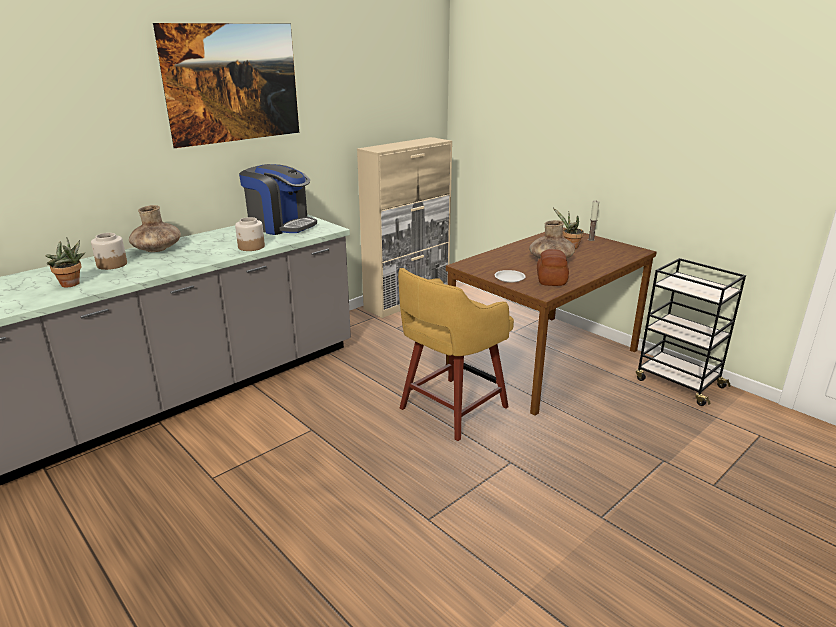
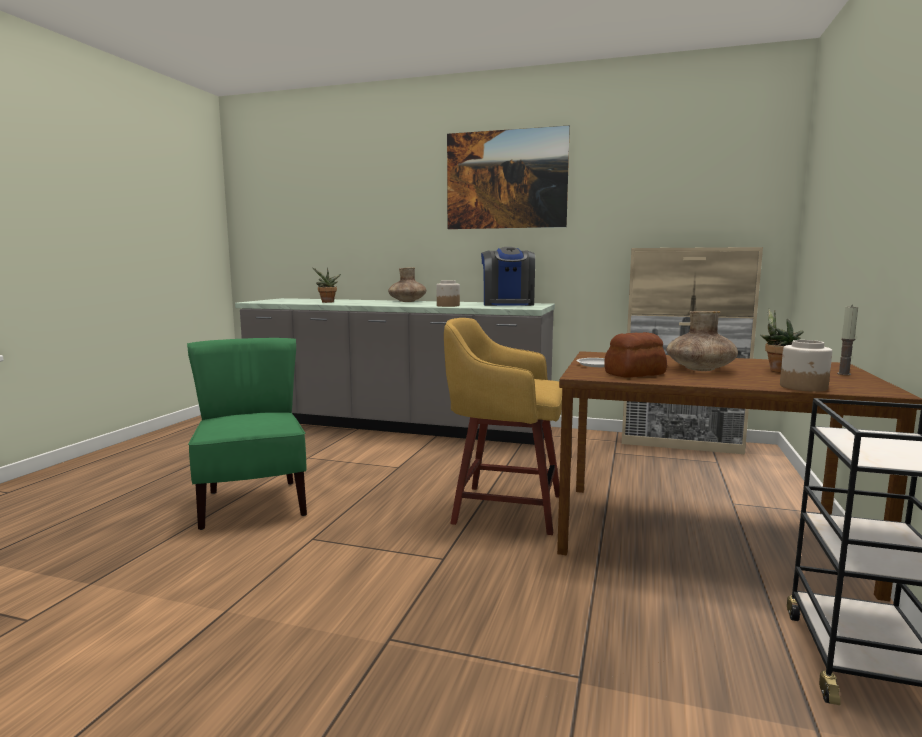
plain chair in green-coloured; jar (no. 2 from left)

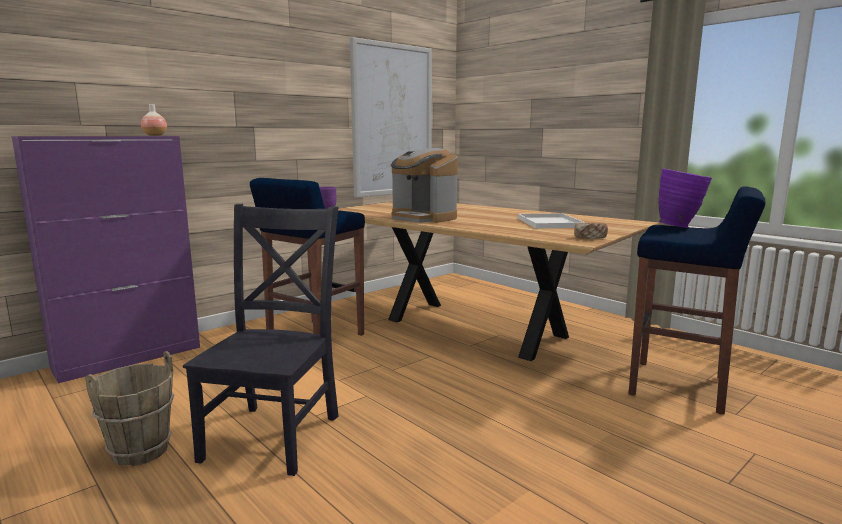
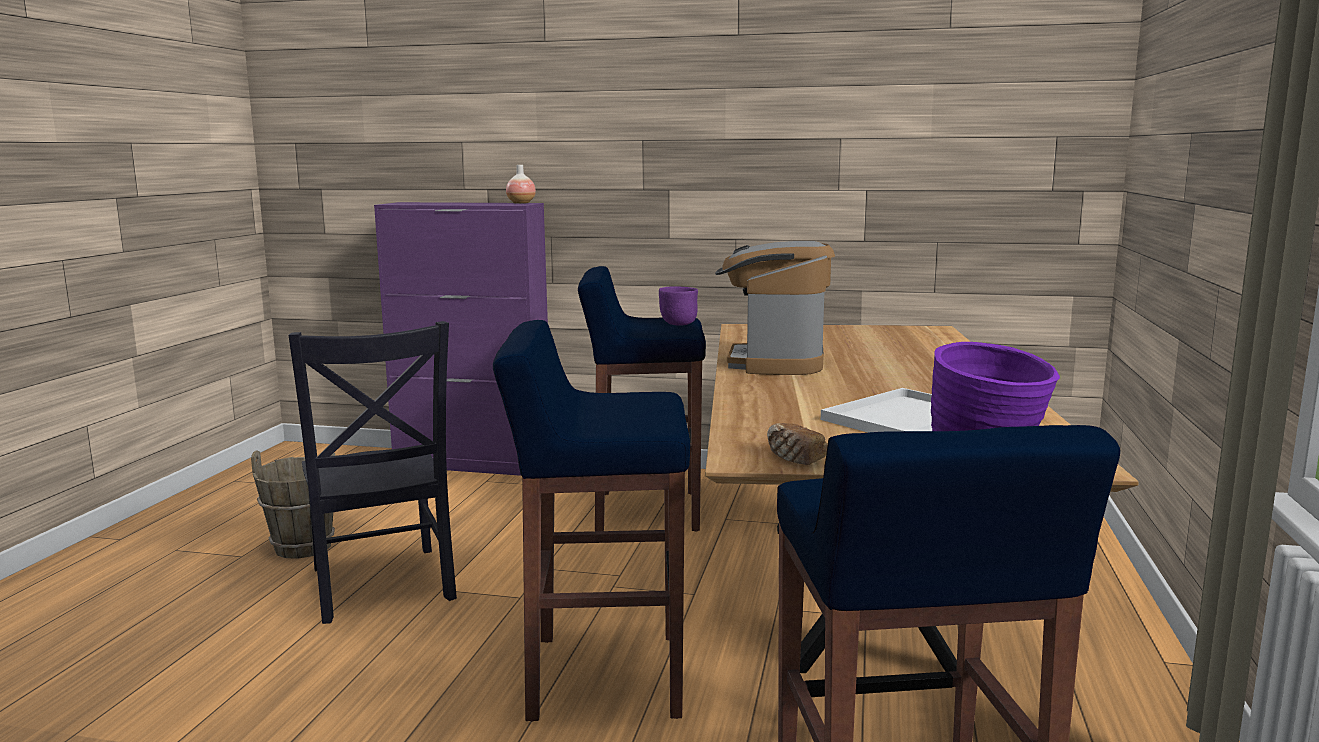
plain chair in black-coloured; sitting stool in blue (no. 1 from left); picture

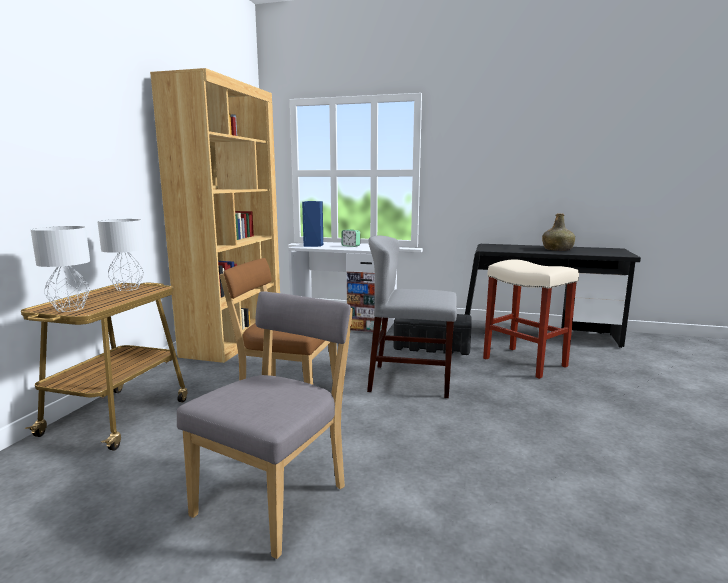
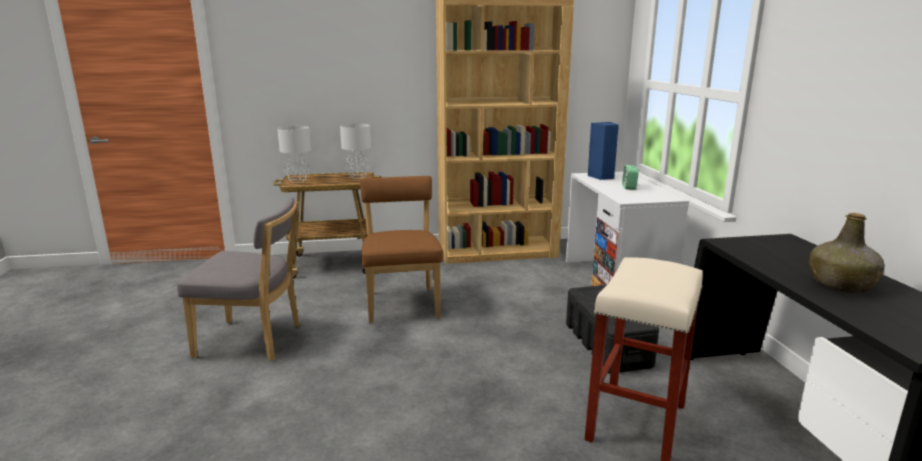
plain chair in gray (no. 2 from left in the first image)

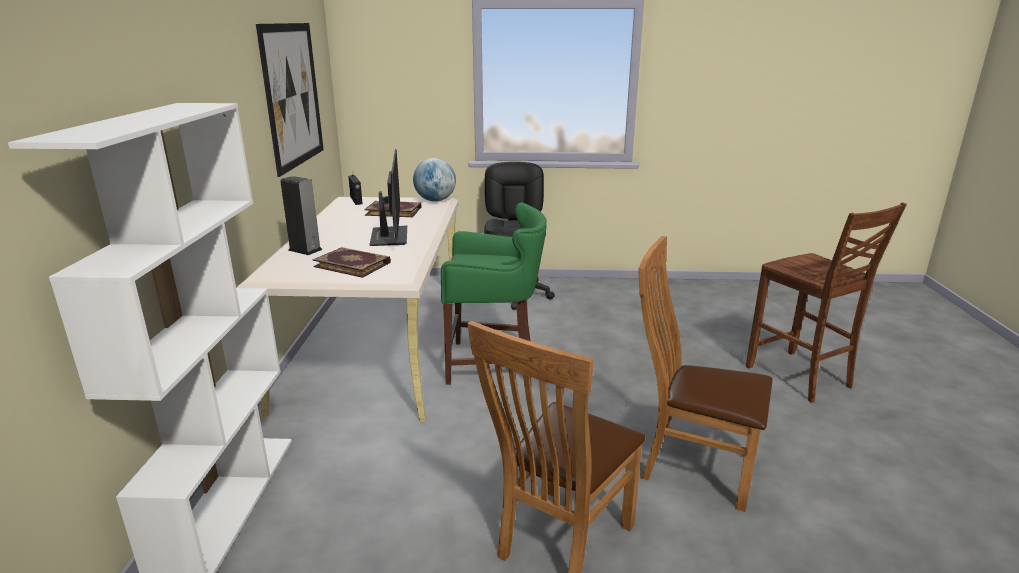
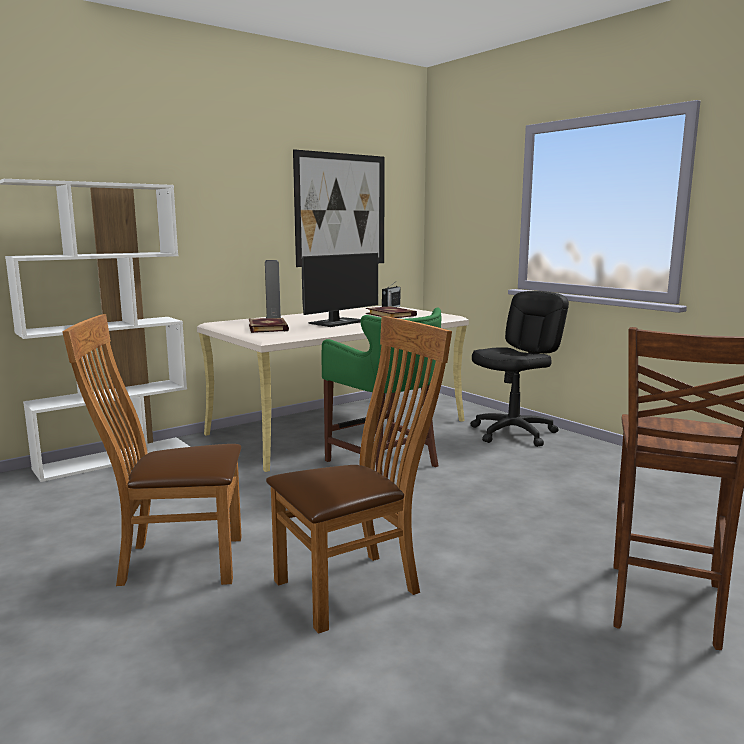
plain chair in brownish (no. 2 from left); world globe

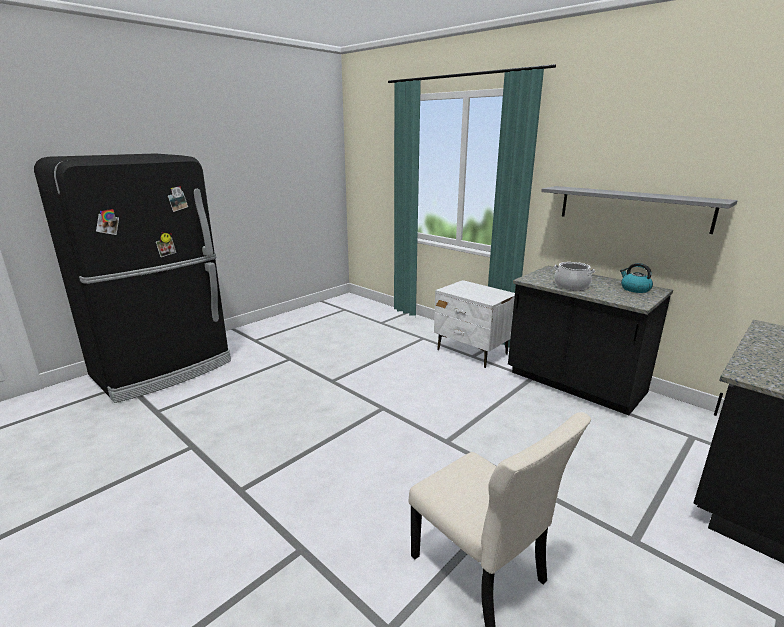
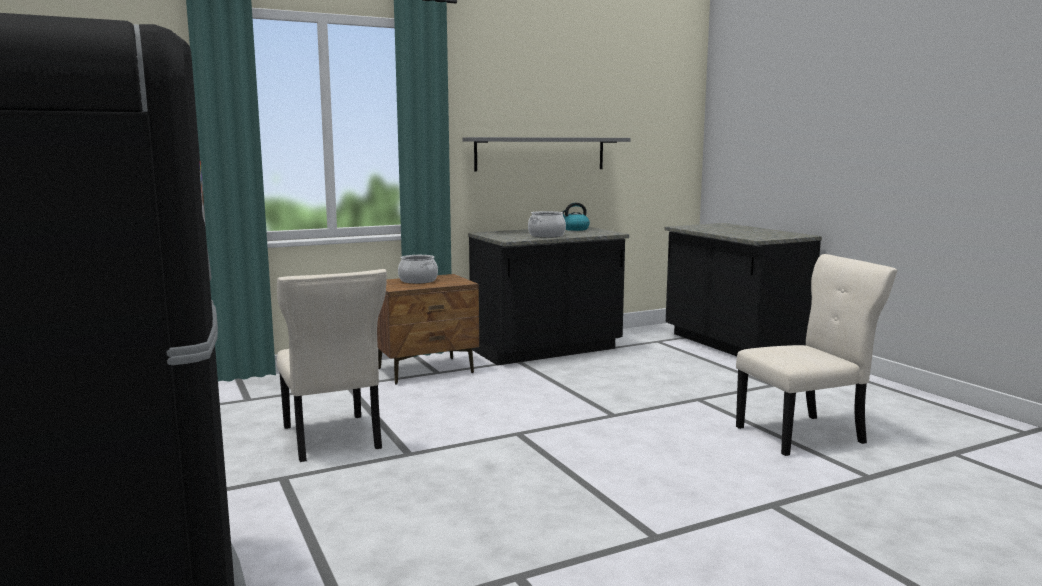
plain chair in beige (no. 1 from left); bedside table in brownish; stockpot (no. 1 from left)

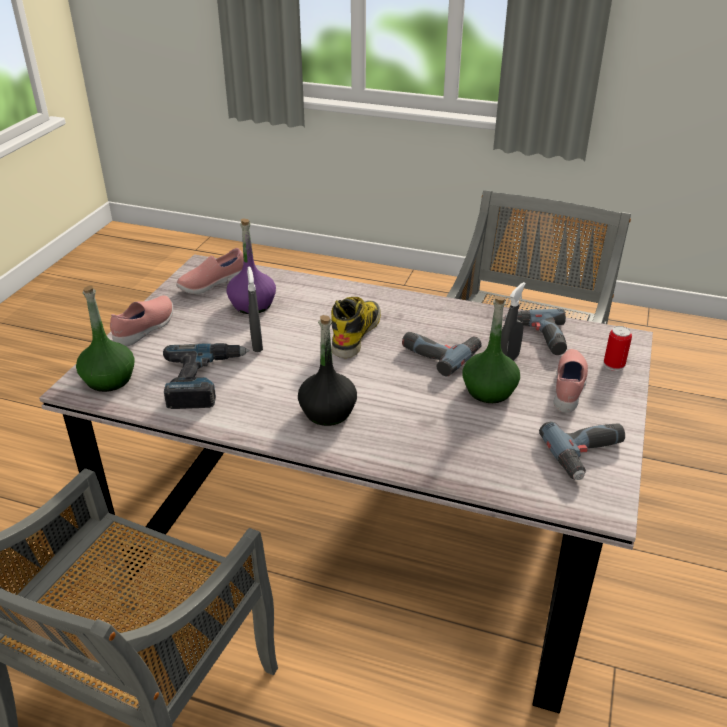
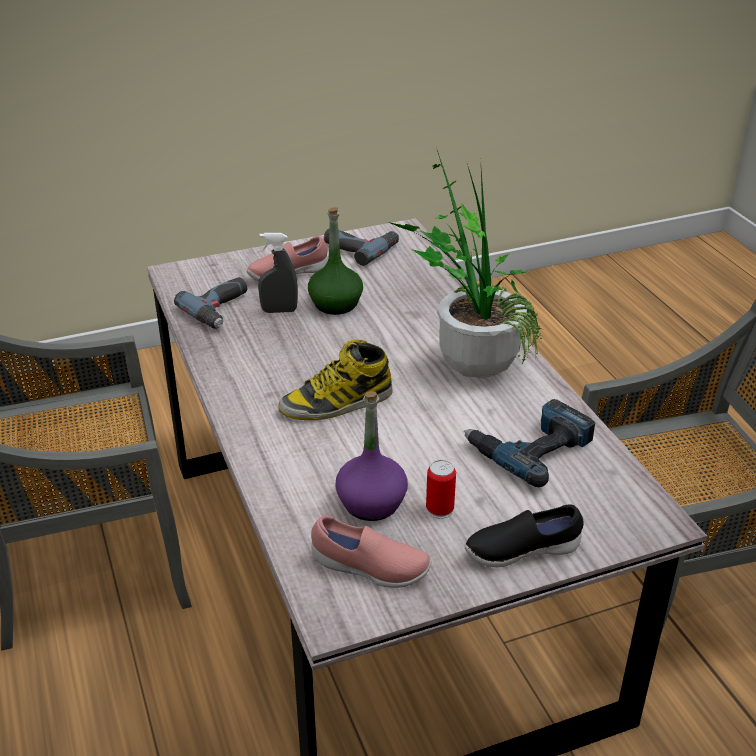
houseplant; metal can; low shoe in black-coloured; beverage bottle in green-coloured (no. 1 from left in the first image); spray bottle in gray (no. 1 from left in the first image); electric drill (no. 2 from left in the first image)

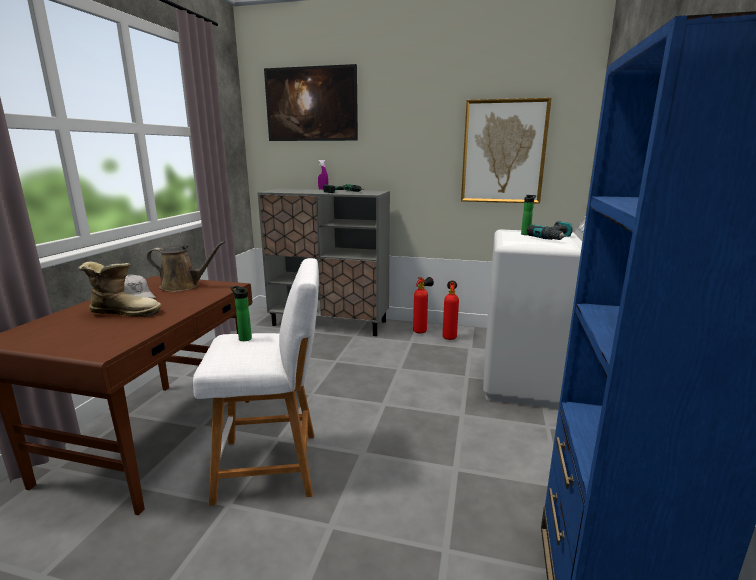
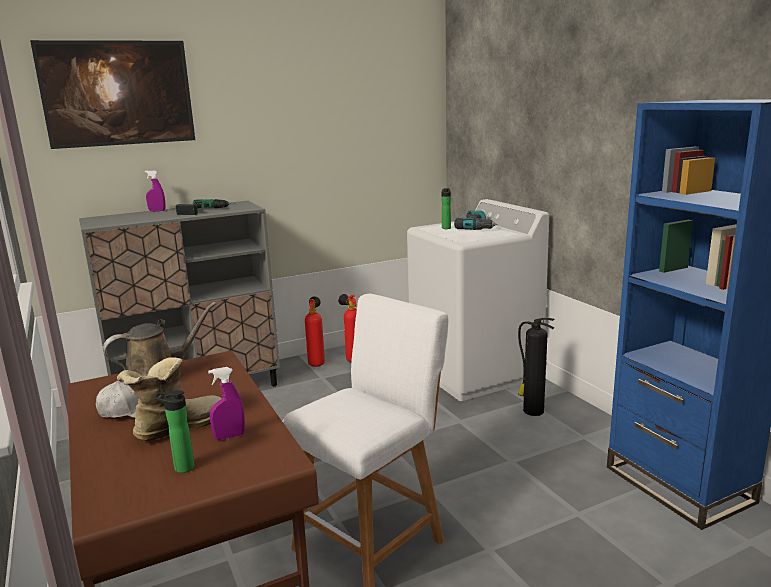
beverage bottle (no. 1 from left); spray bottle in purplish (no. 2 from left); extinguisher (no. 3 from left); picture (no. 2 from left in the first image)

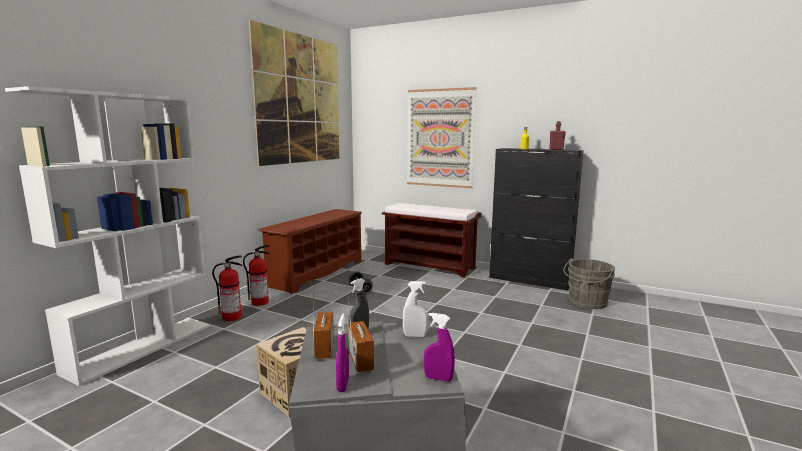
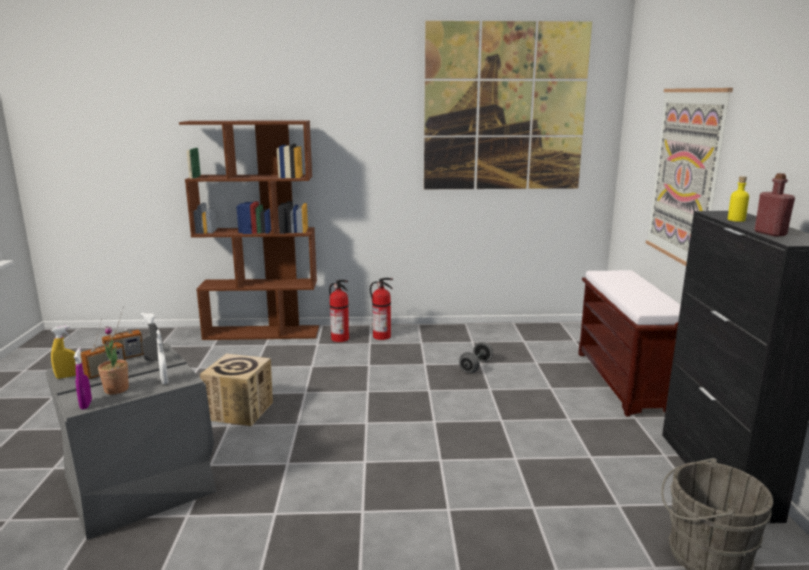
spray bottle in yellow; houseplant; bookshelf in brownish; shoe stand in brownish

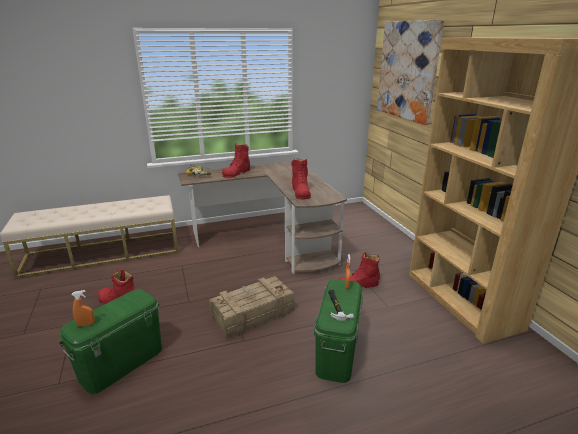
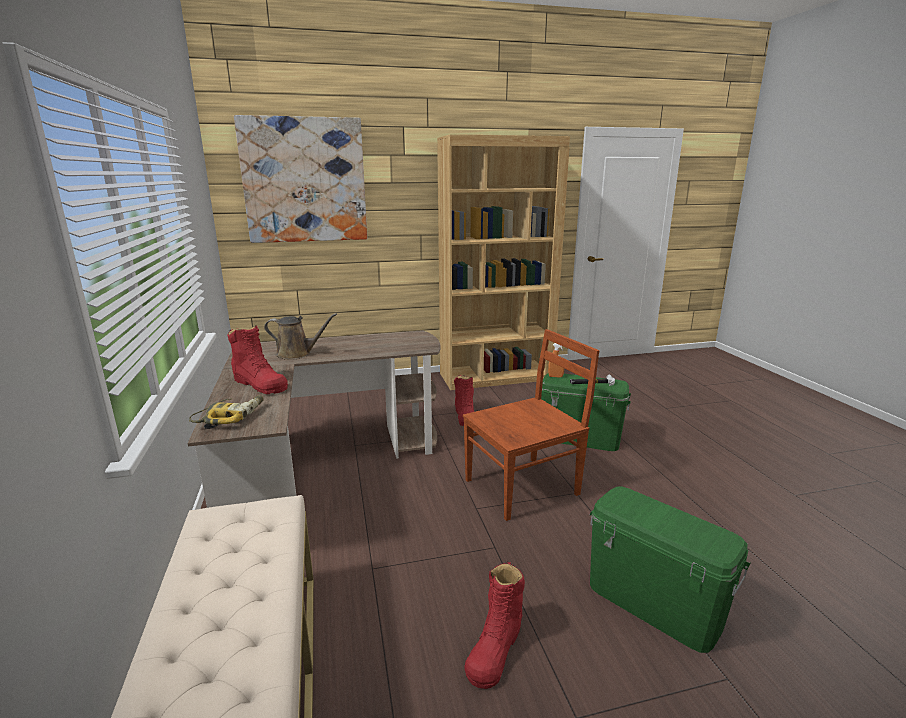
sprinkling can in brownish; plain chair in brownish; spray bottle in orange-coloured (no. 1 from left in the first image); boot in red-coloured (no. 3 from left in the first image)

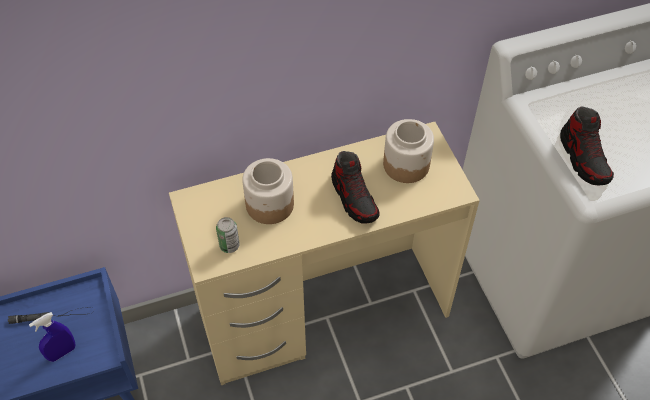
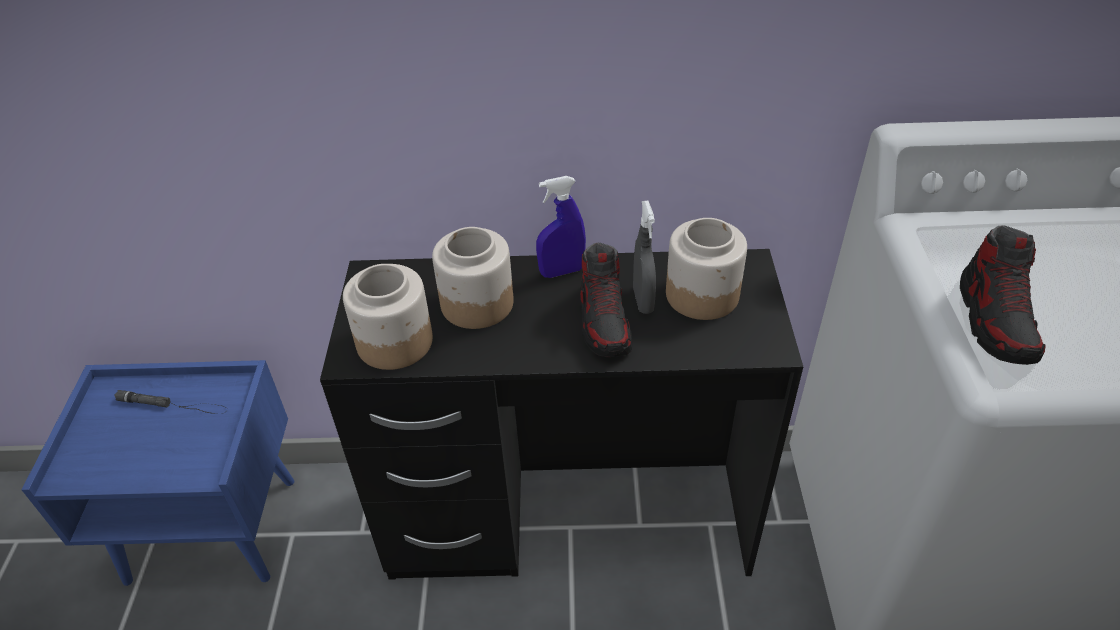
desk table in black-coloured; jar (no. 1 from left); spray bottle in blue; spray bottle in gray

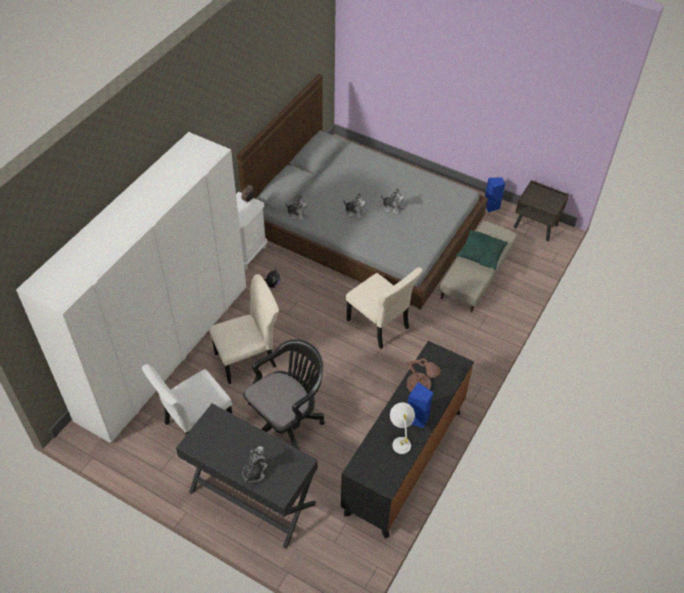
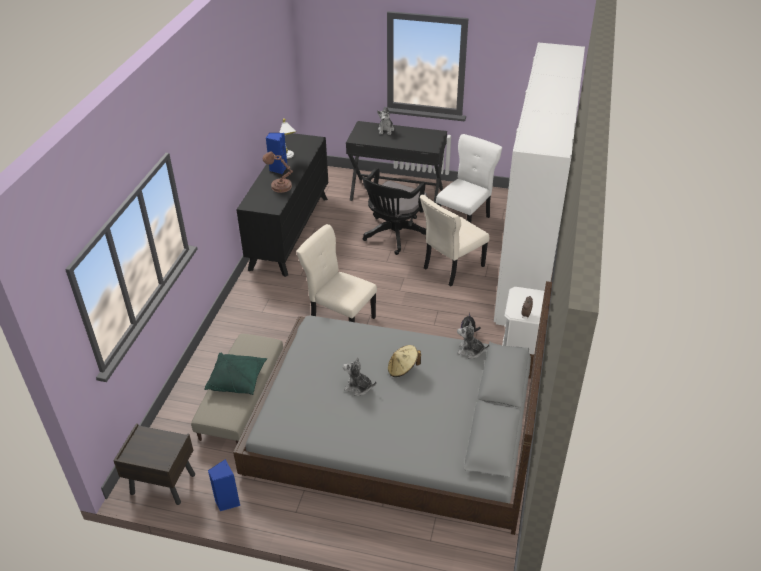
hat in beige

